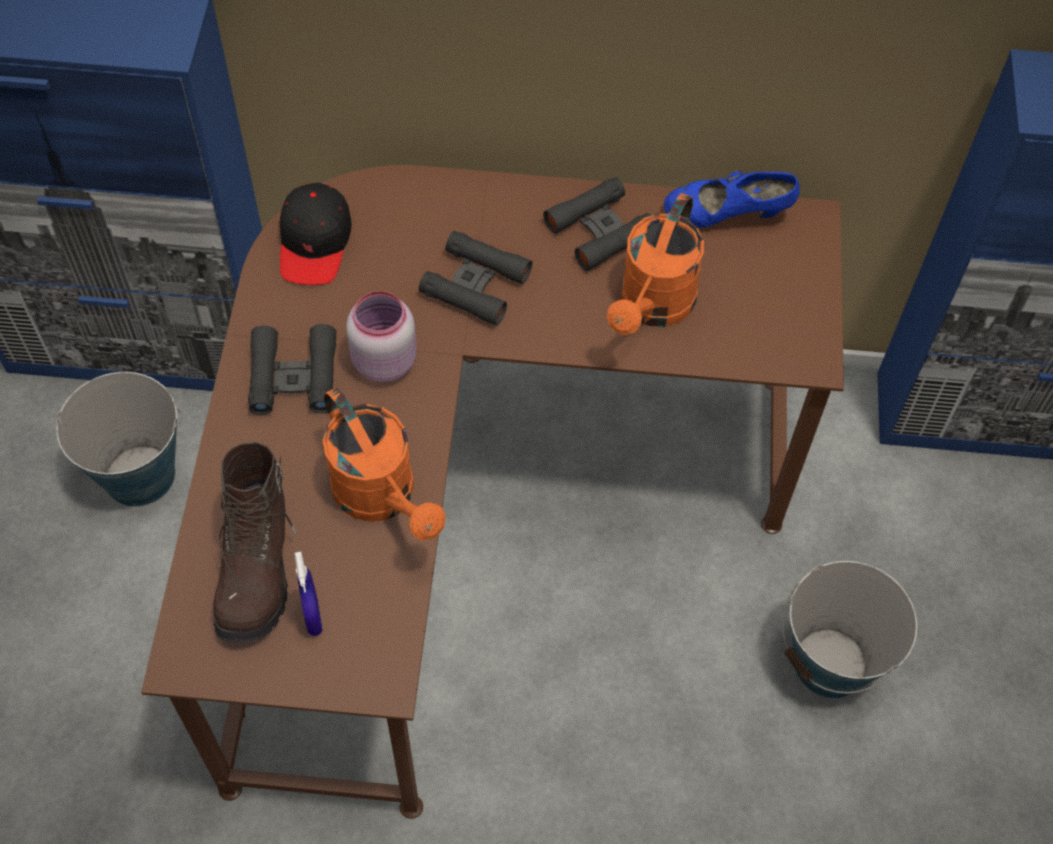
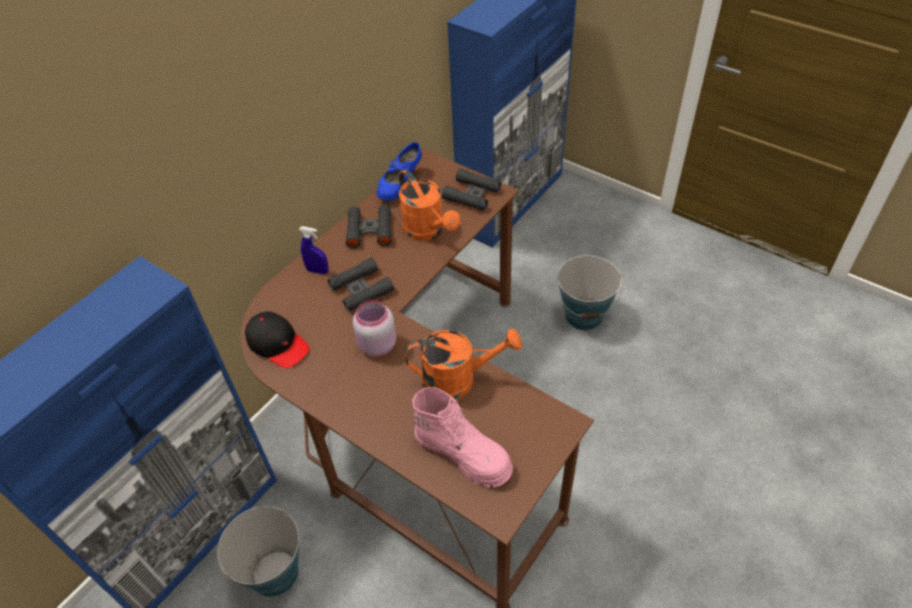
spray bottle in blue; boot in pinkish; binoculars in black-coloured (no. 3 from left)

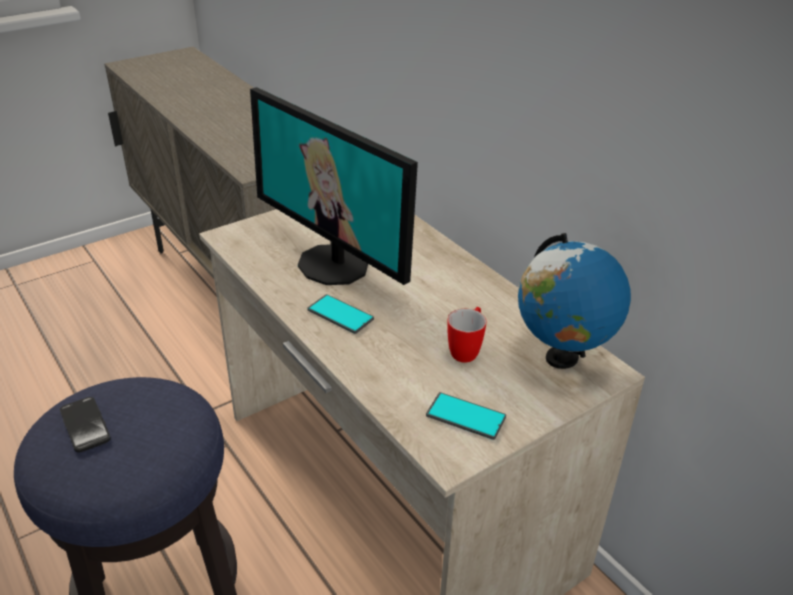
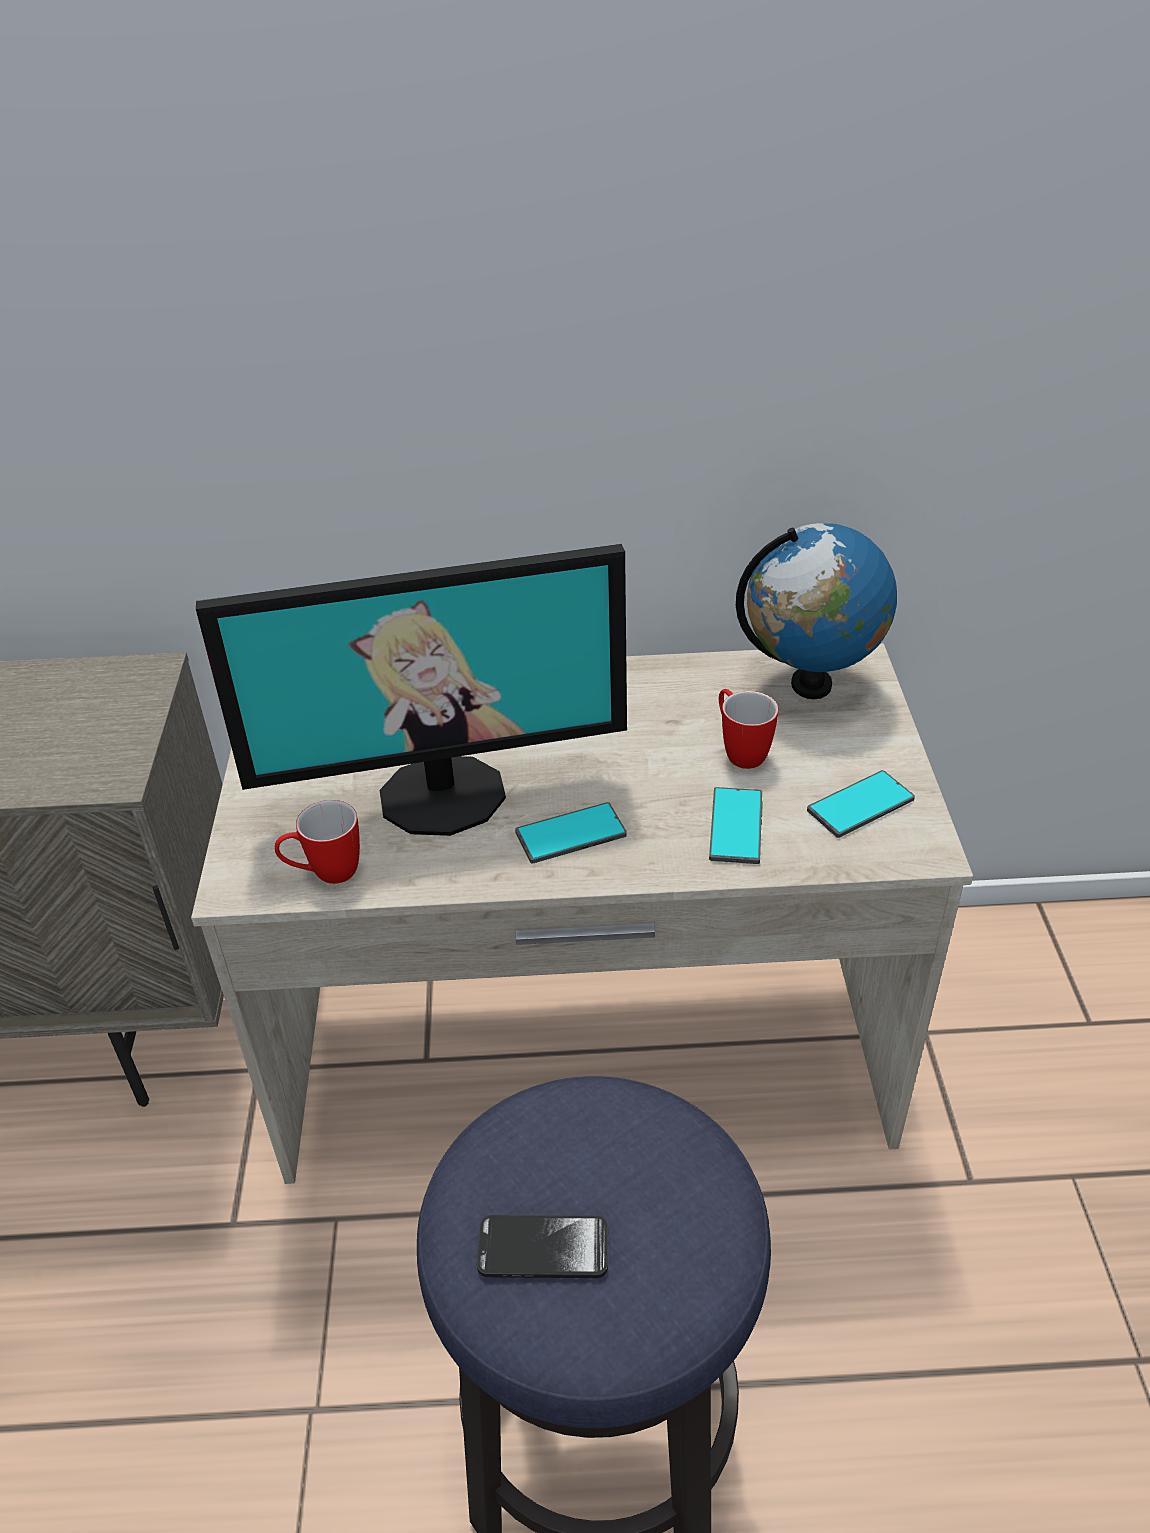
mug (no. 1 from left); phone (no. 3 from left)

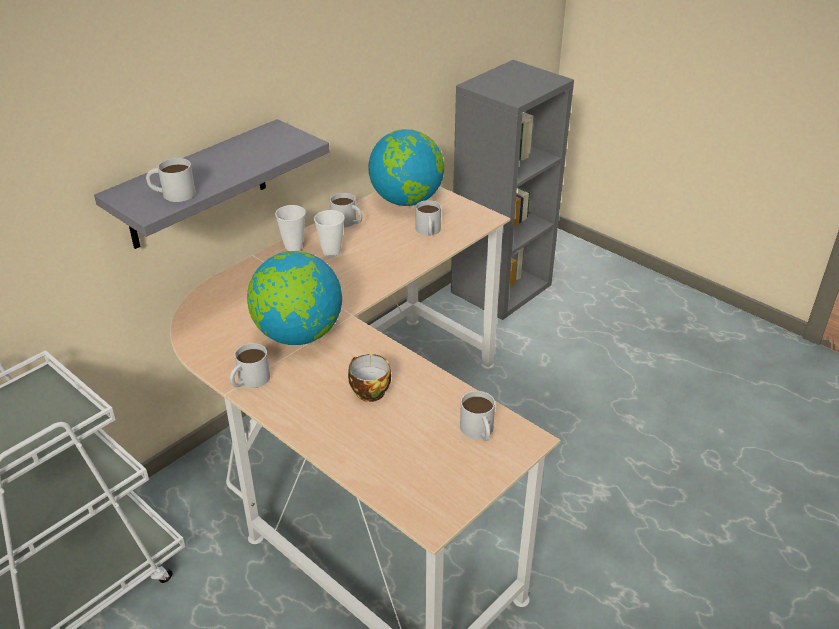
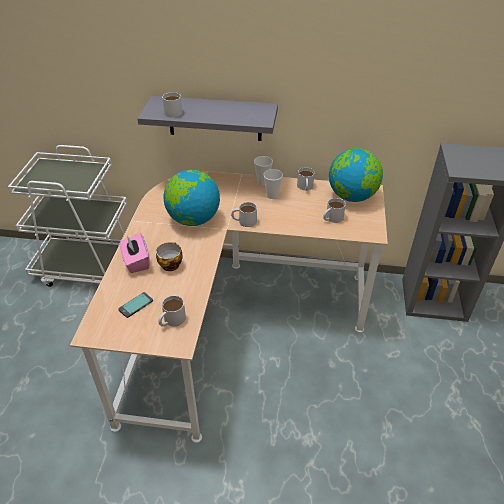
phone; box of tissues in pinkish; mug in white-coloured (no. 3 from left)

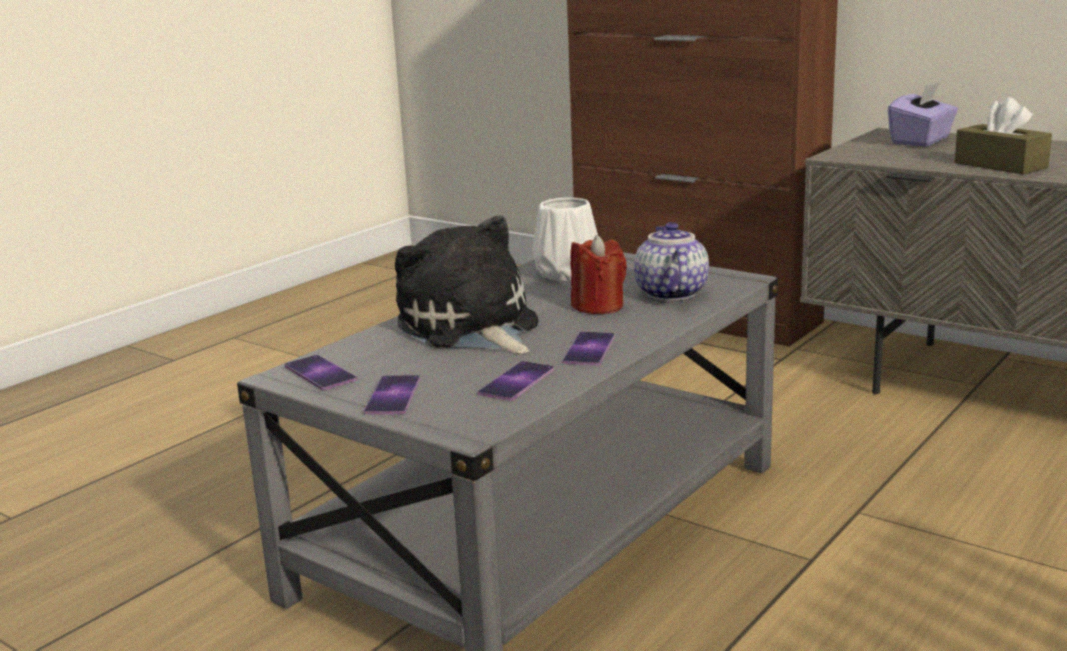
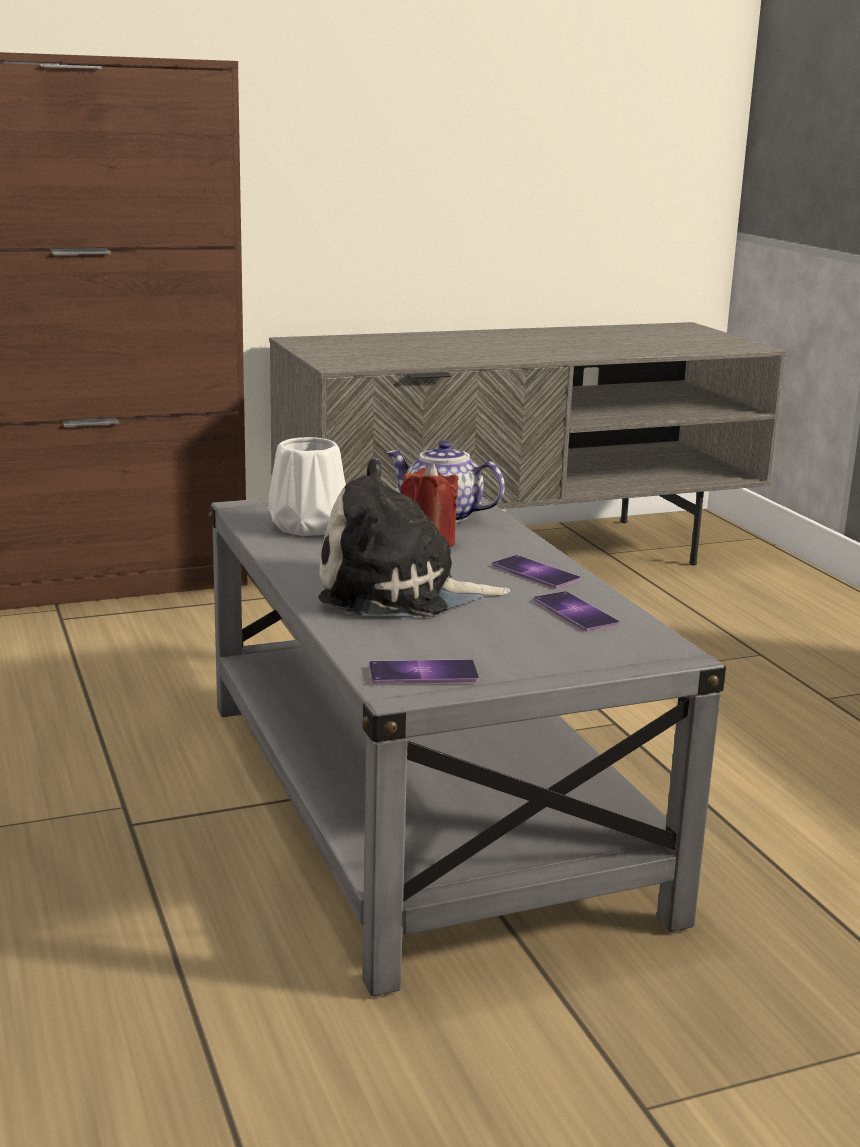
phone (no. 2 from left in the first image); box of tissues in purplish; box of tissues in brownish

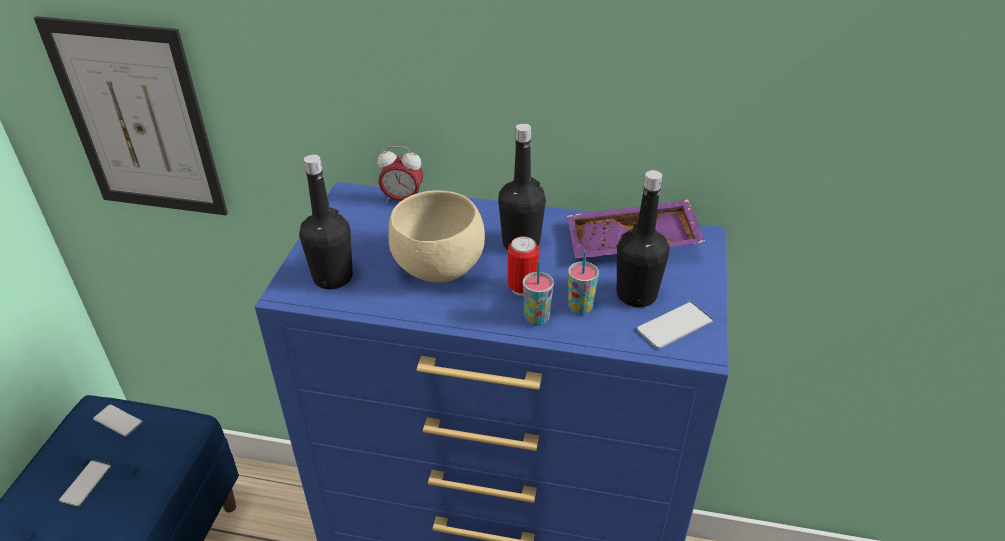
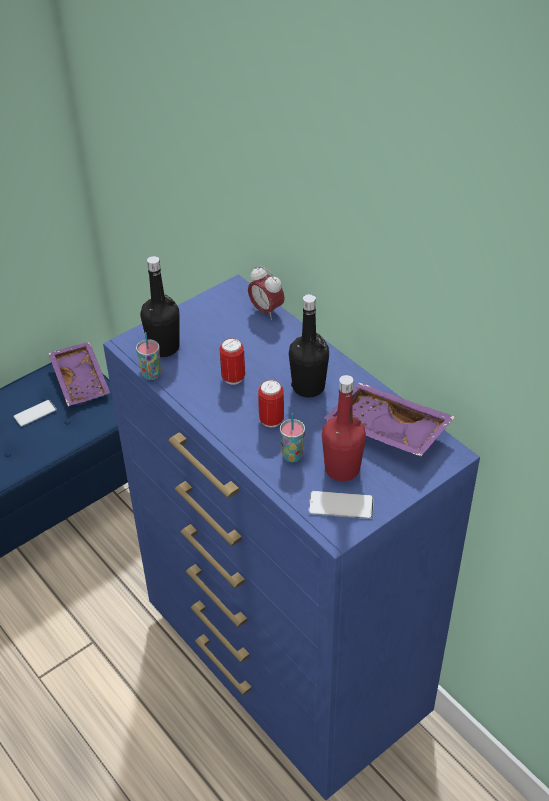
tray in purplish (no. 1 from left); cup (no. 1 from left); metal can (no. 1 from left); beverage bottle in red-coloured; picture

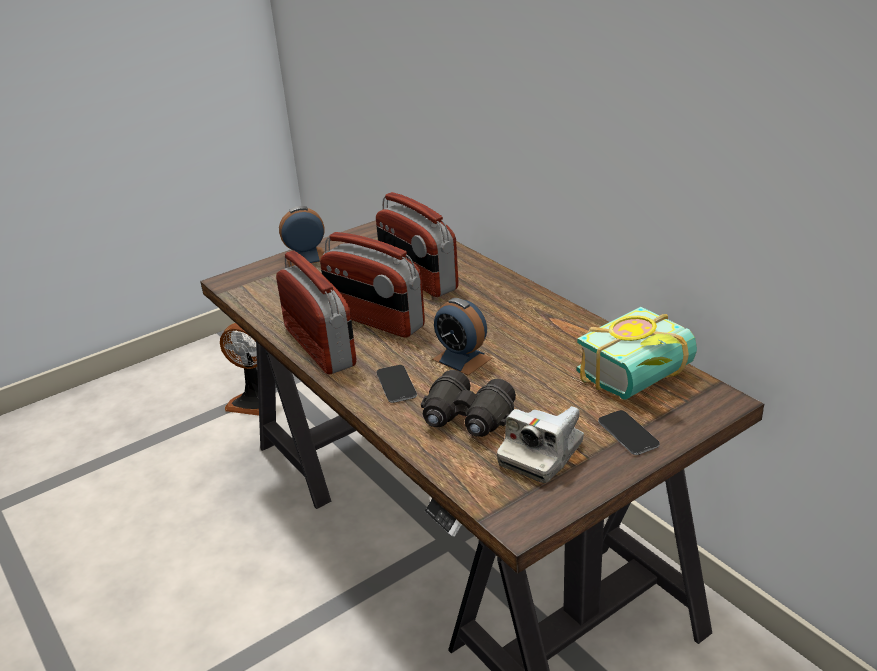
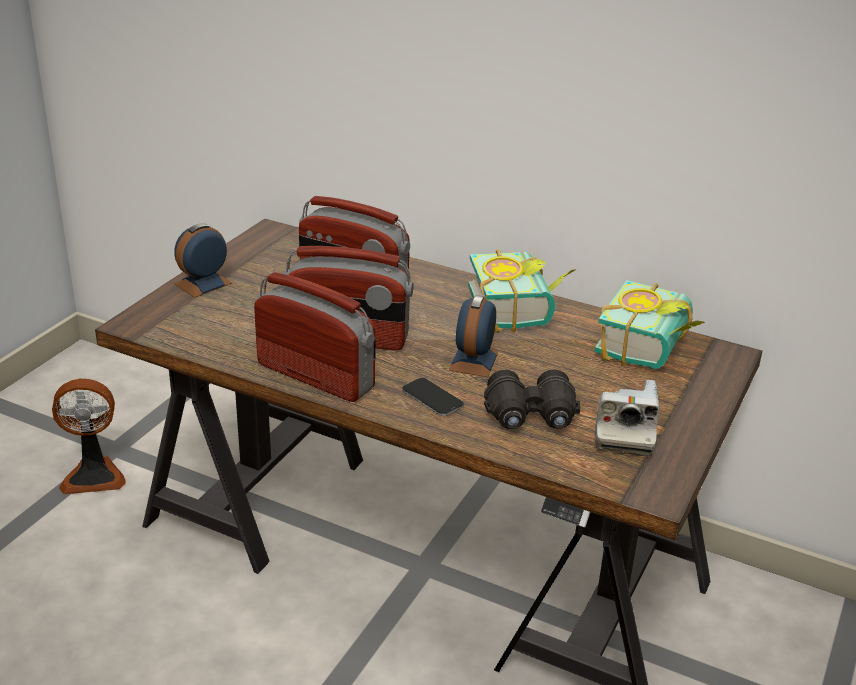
bedside clock (no. 2 from left); volume (no. 1 from left); phone (no. 2 from left in the first image)

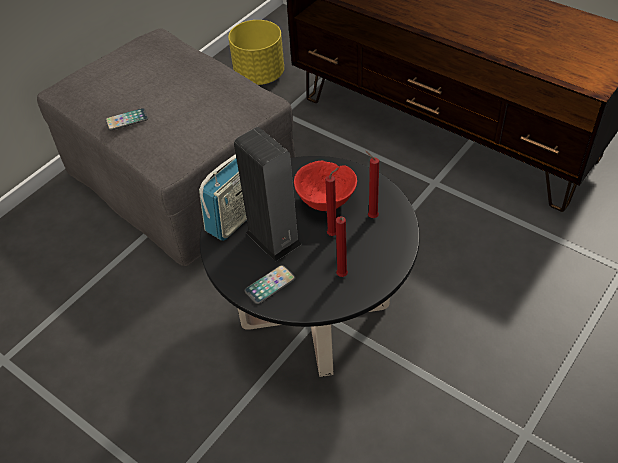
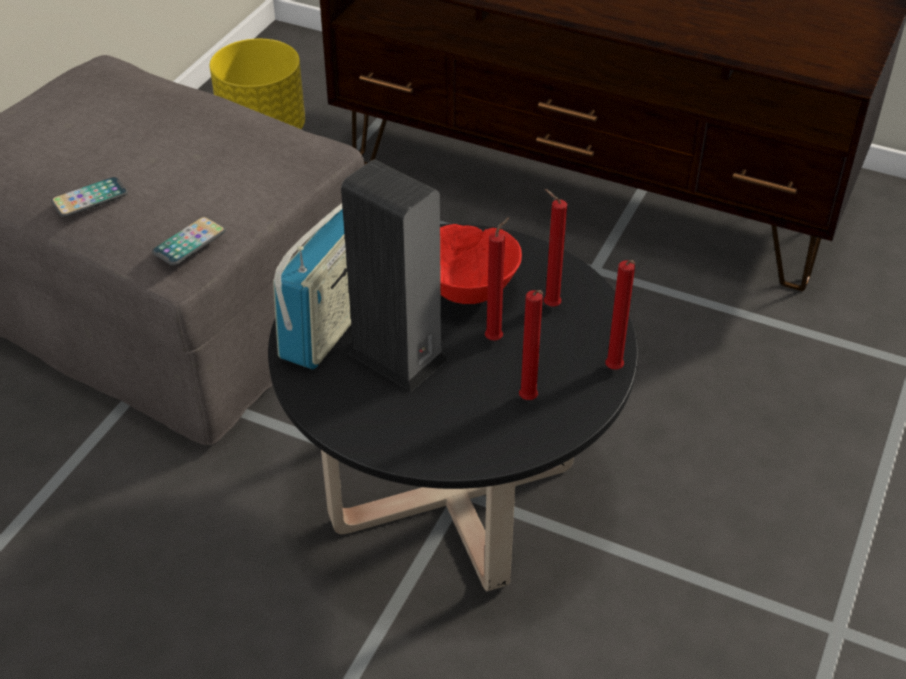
phone (no. 2 from left); wax candle in red-coloured (no. 4 from left)

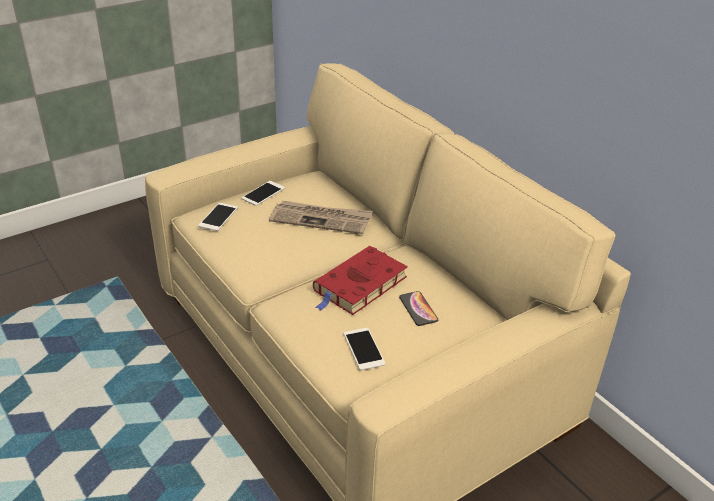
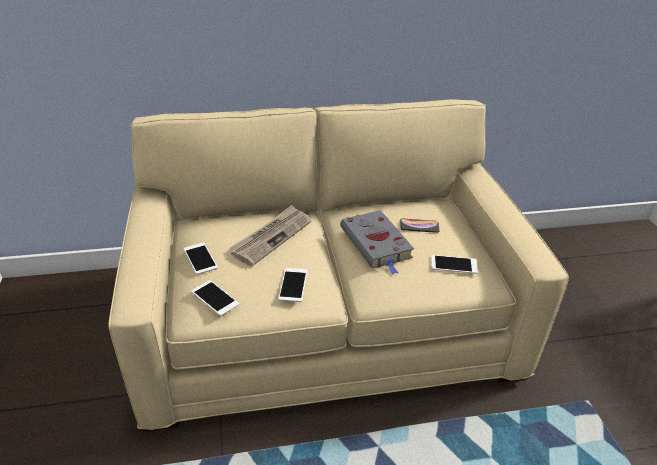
phone (no. 3 from left); volume in gray

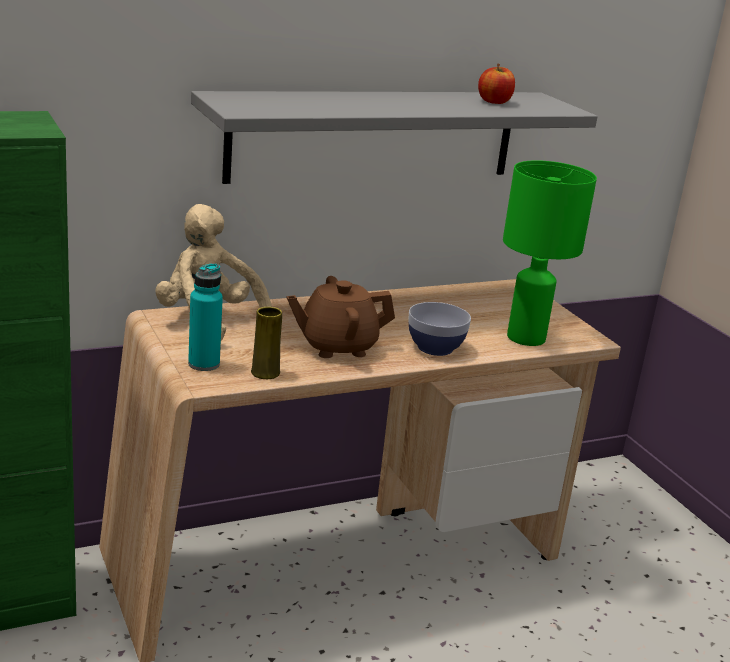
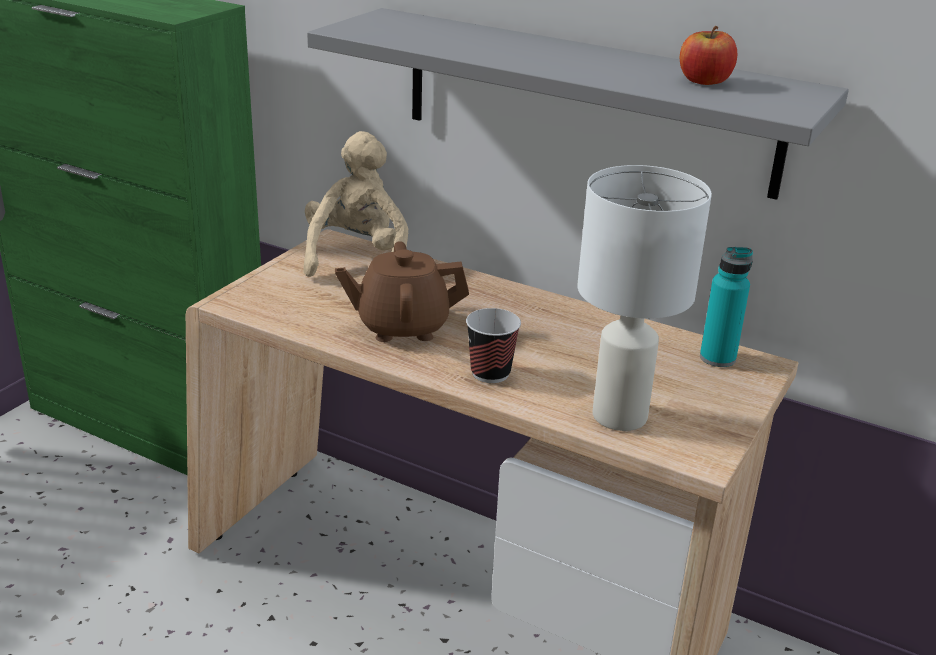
teapot in brownish; cup; lamp for a table in white-coloured; beverage bottle in blue-green; flower vase in yellow

